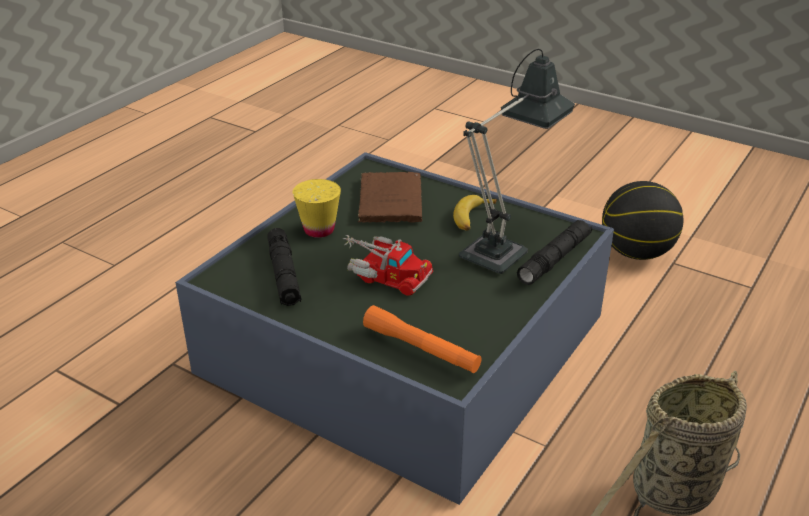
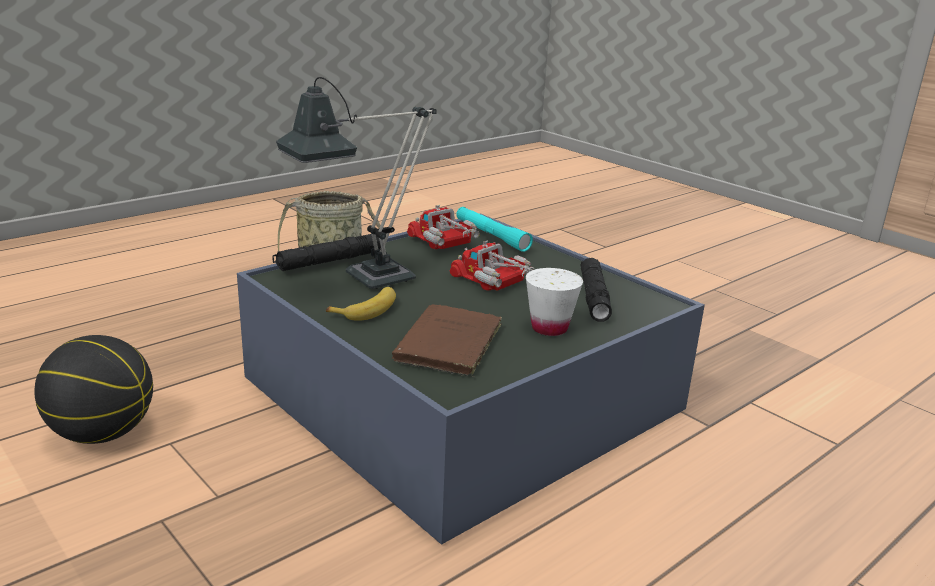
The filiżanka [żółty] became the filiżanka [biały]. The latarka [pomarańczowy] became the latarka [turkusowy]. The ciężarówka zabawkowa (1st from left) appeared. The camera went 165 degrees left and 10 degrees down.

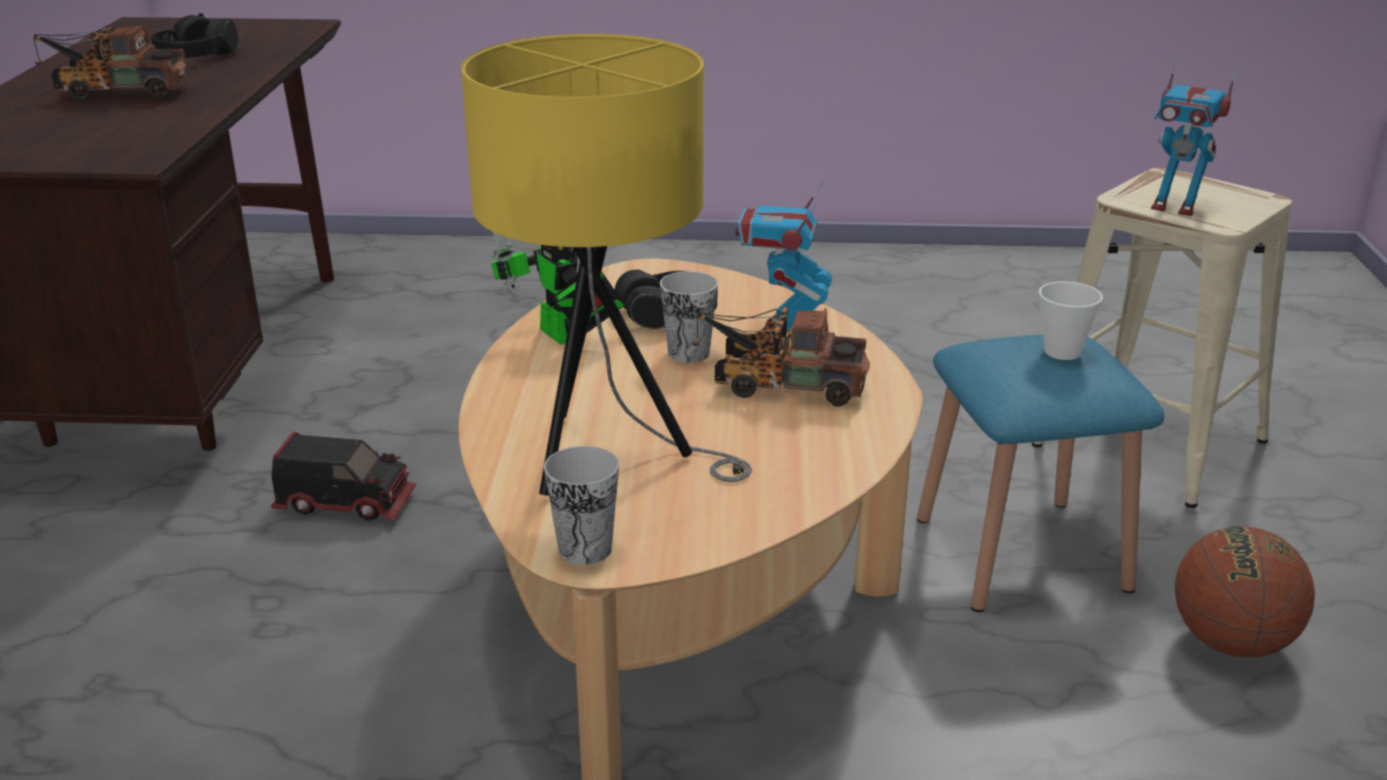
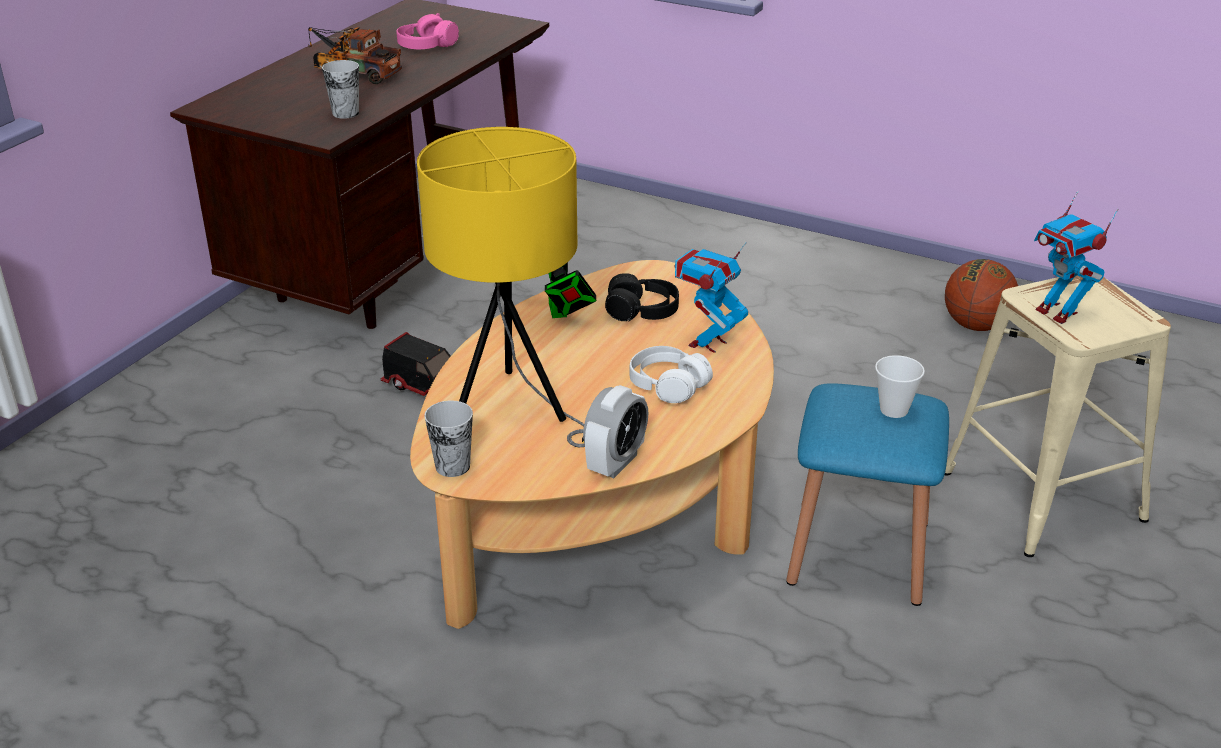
The słuchawki [czarny] (1st from left) became the słuchawki [różowy]. The filiżanka (2nd from left in the first image) moved. The ciężarówka zabawkowa (3rd from left) was replaced by the słuchawki [biały]. The piłka do koszykówki moved. The budzik appeared. The camera went 25 degrees right and 5 degrees up.

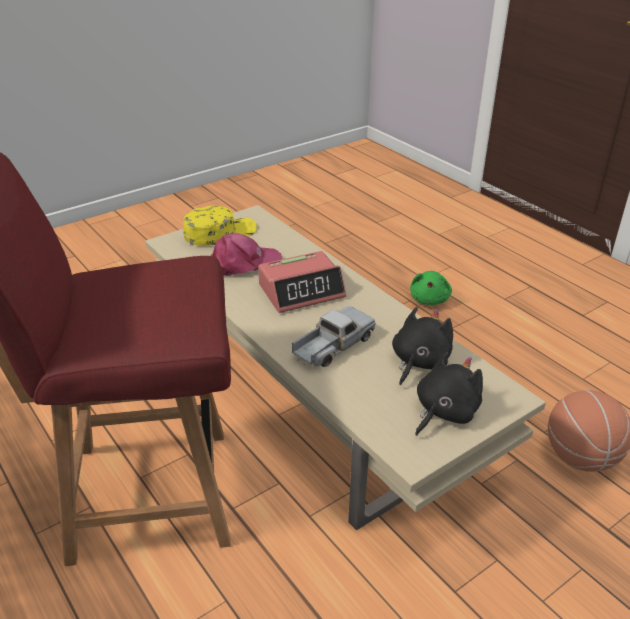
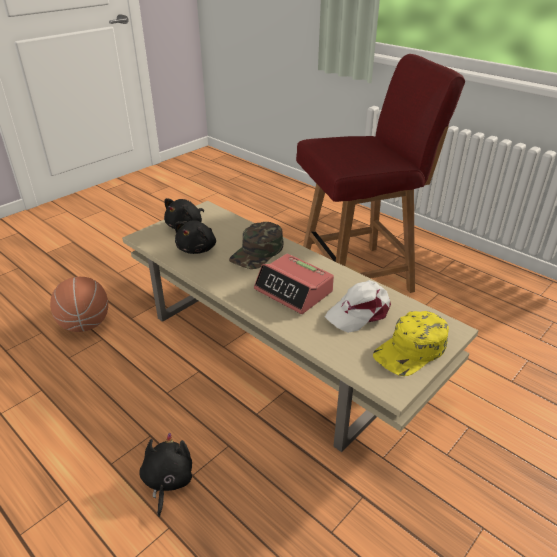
The czapka z daszkiem [różowy] became the czapka z daszkiem [biały]. The budzik turned 105 degrees counterclockwise. The pluszak [zielony] became the pluszak [czarny] (1st from left). The ciężarówka zabawkowa was replaced by the czapka z daszkiem [zielony]. The camera went 170 degrees right and 0 degrees up.

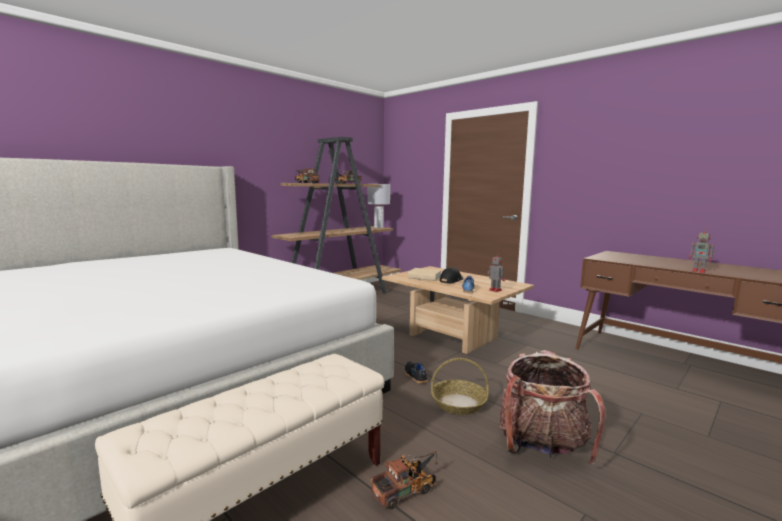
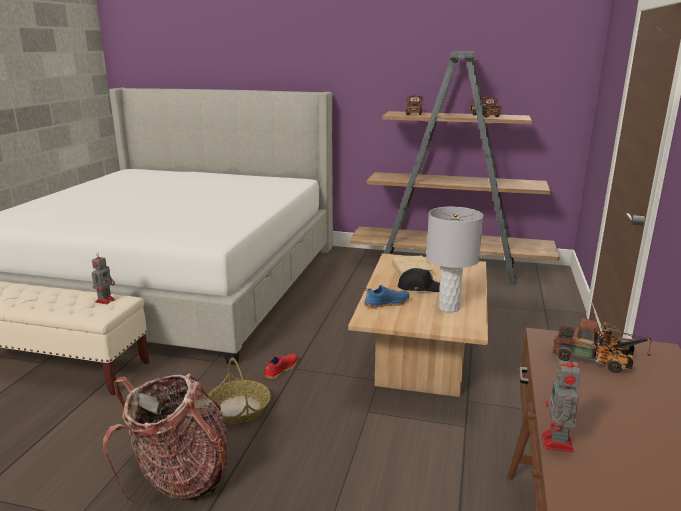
The lampa stołowa [szary] moved. The robot zabawkowy (1st from left) moved. The but [czarny] became the but [czerwony]. The ciężarówka zabawkowa (3rd from left) moved. The camera went 60 degrees right and 10 degrees up.

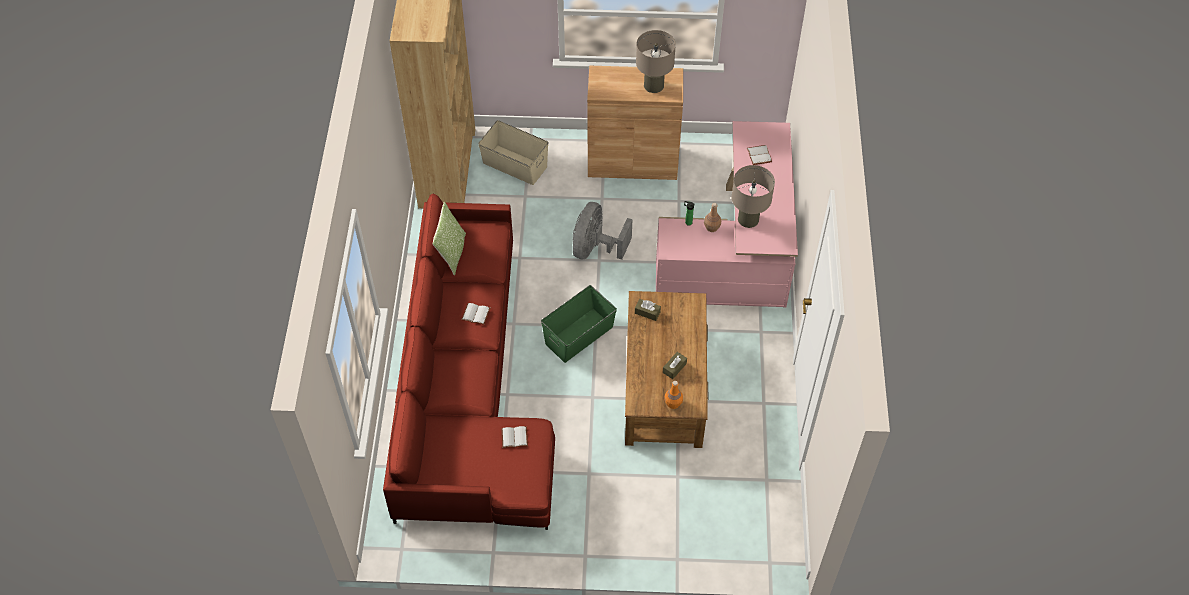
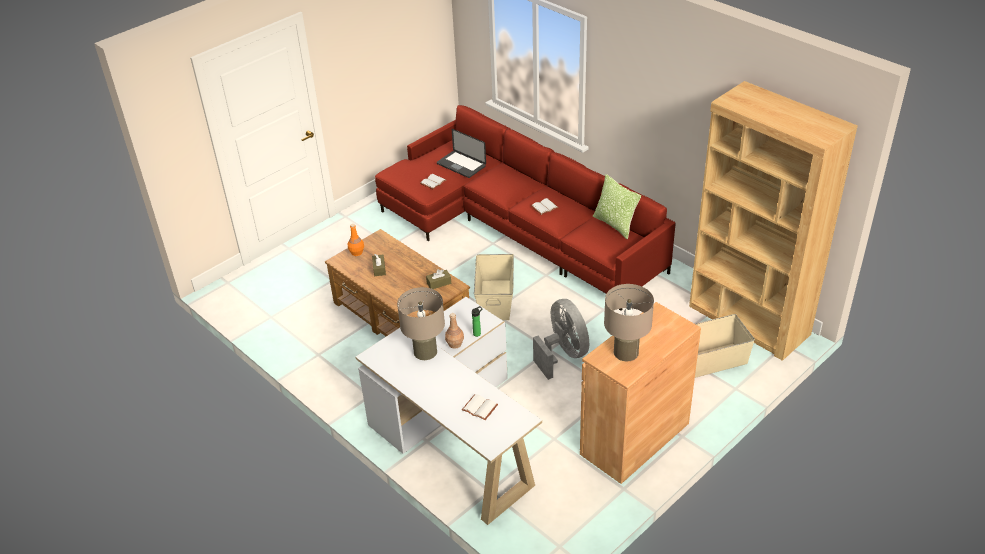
The biurko [różowy] became the biurko [biały]. The pojemnik do przechowywania [zielony] became the pojemnik do przechowywania [beżowy] (1st from left). The laptop appeared. The camera went 135 degrees right and 15 degrees down.

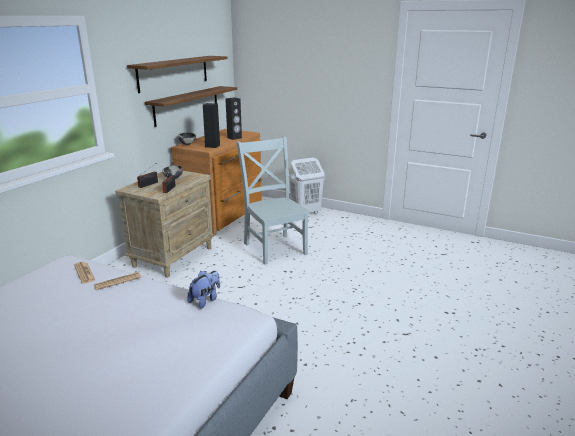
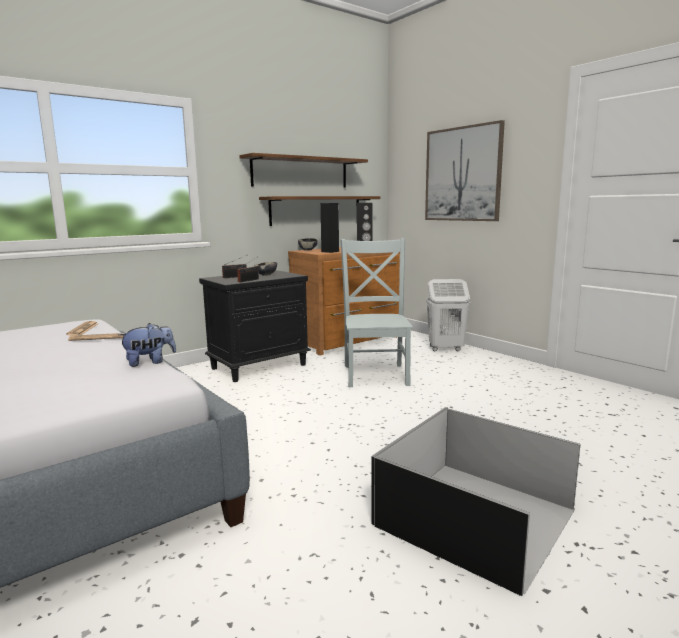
The szafka nocna [beżowy] became the szafka nocna [czarny]. The obraz appeared. The pojemnik do przechowywania [czarny] appeared. The camera went 25 degrees right and 10 degrees down.

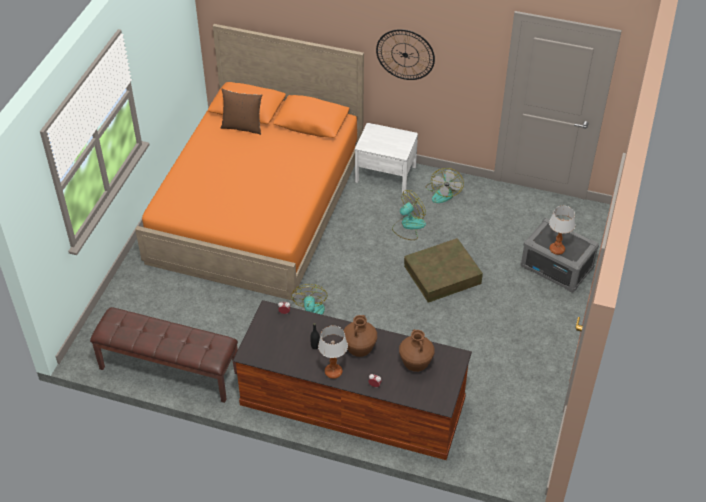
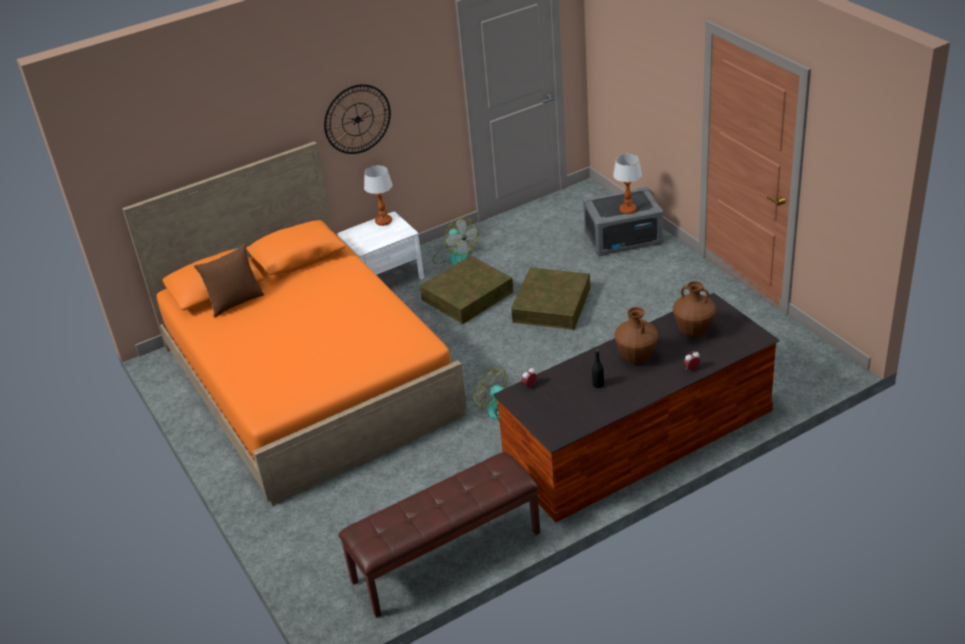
The wentylator (2nd from left) was replaced by the pojemnik do przechowywania [brązowy] (1st from left). The lampa stołowa (1st from left) moved. The camera went 45 degrees left and 10 degrees down.

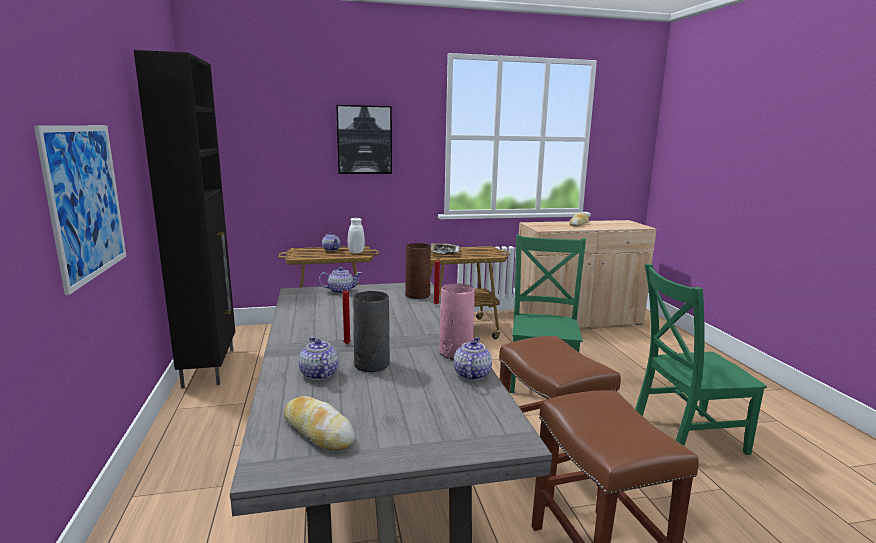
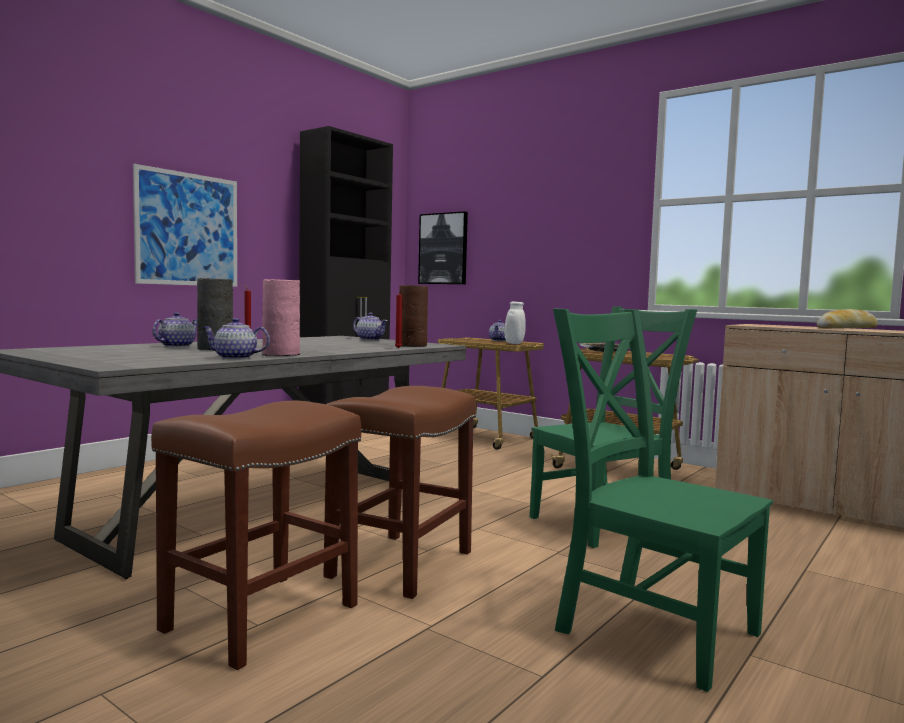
The obraz (2nd from left) moved. The imbryk (4th from left in the first image) turned 150 degrees counterclockwise. The chleb (1st from left) disappeared. The camera went 50 degrees right and 10 degrees down.

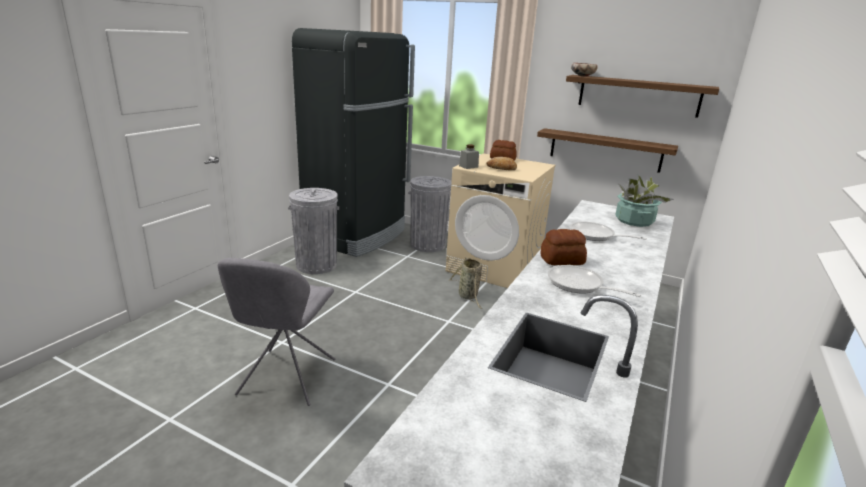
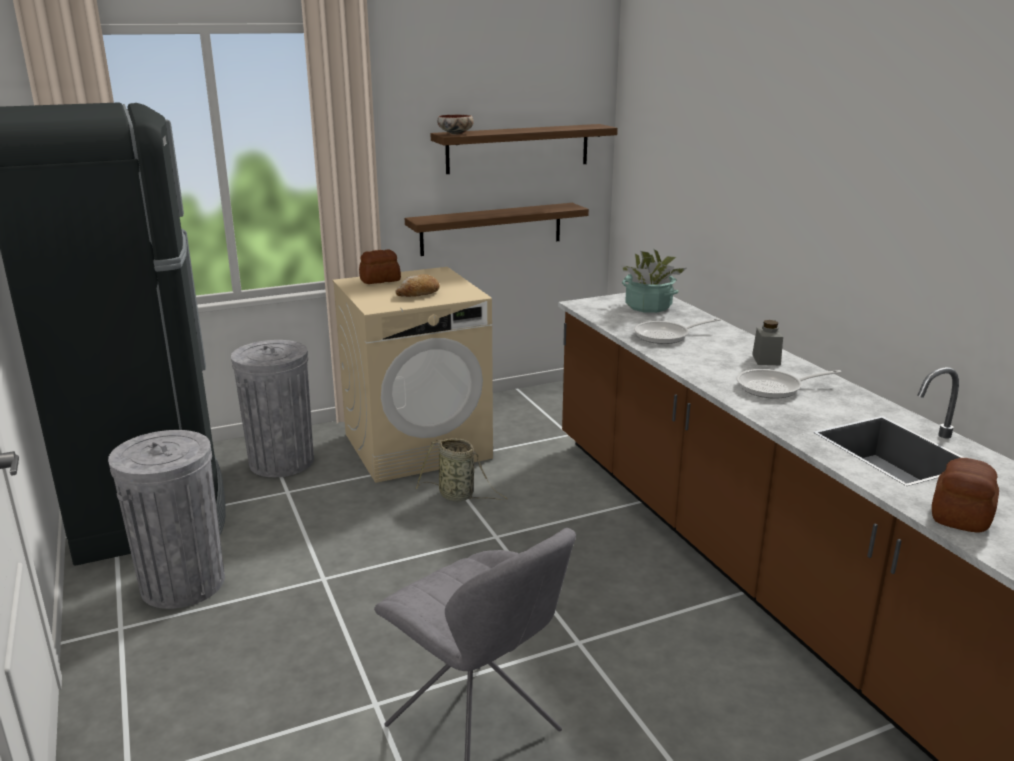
The słoik [szary] moved. The chleb (3rd from left) moved. The camera went 50 degrees left and 0 degrees up.

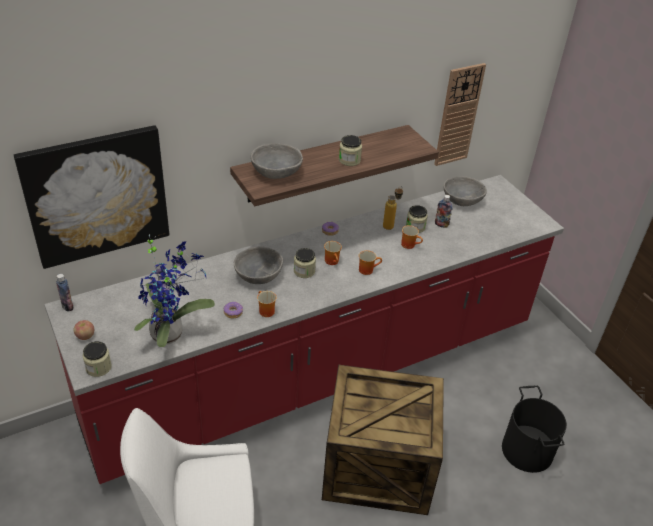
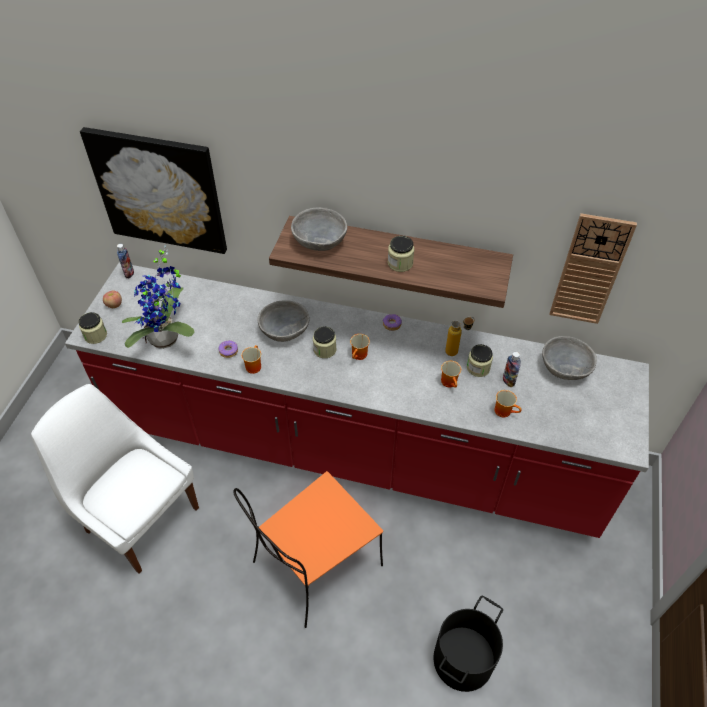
The kubek (3rd from left in the first image) moved. The skrzynka was replaced by the krzesło [pomarańczowy]. The camera went 45 degrees right and 10 degrees up.

